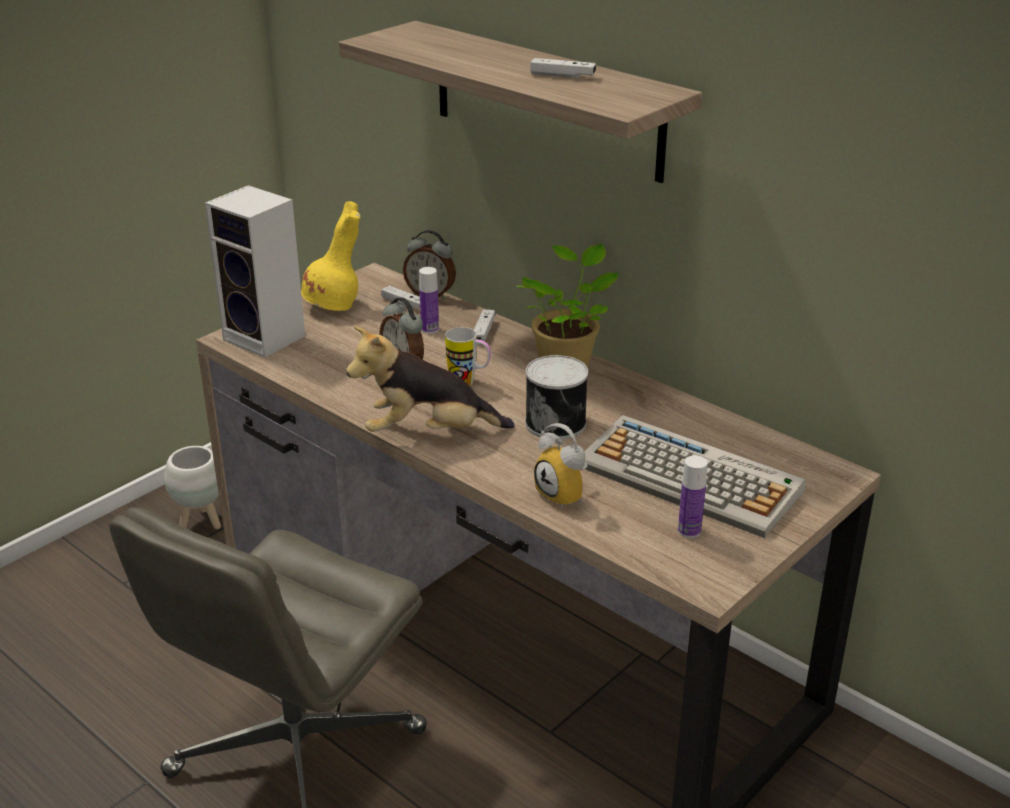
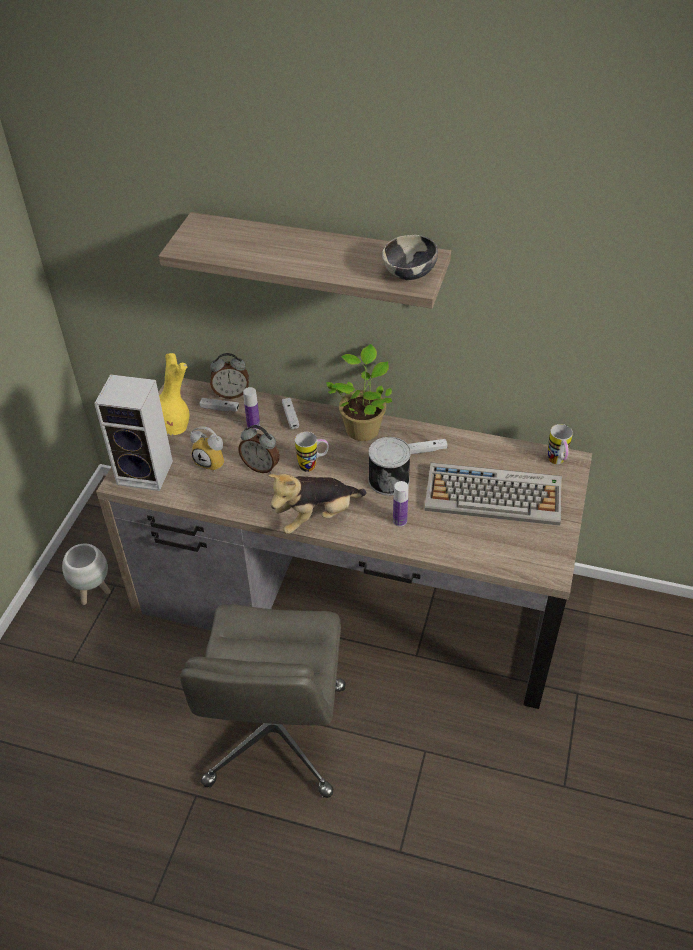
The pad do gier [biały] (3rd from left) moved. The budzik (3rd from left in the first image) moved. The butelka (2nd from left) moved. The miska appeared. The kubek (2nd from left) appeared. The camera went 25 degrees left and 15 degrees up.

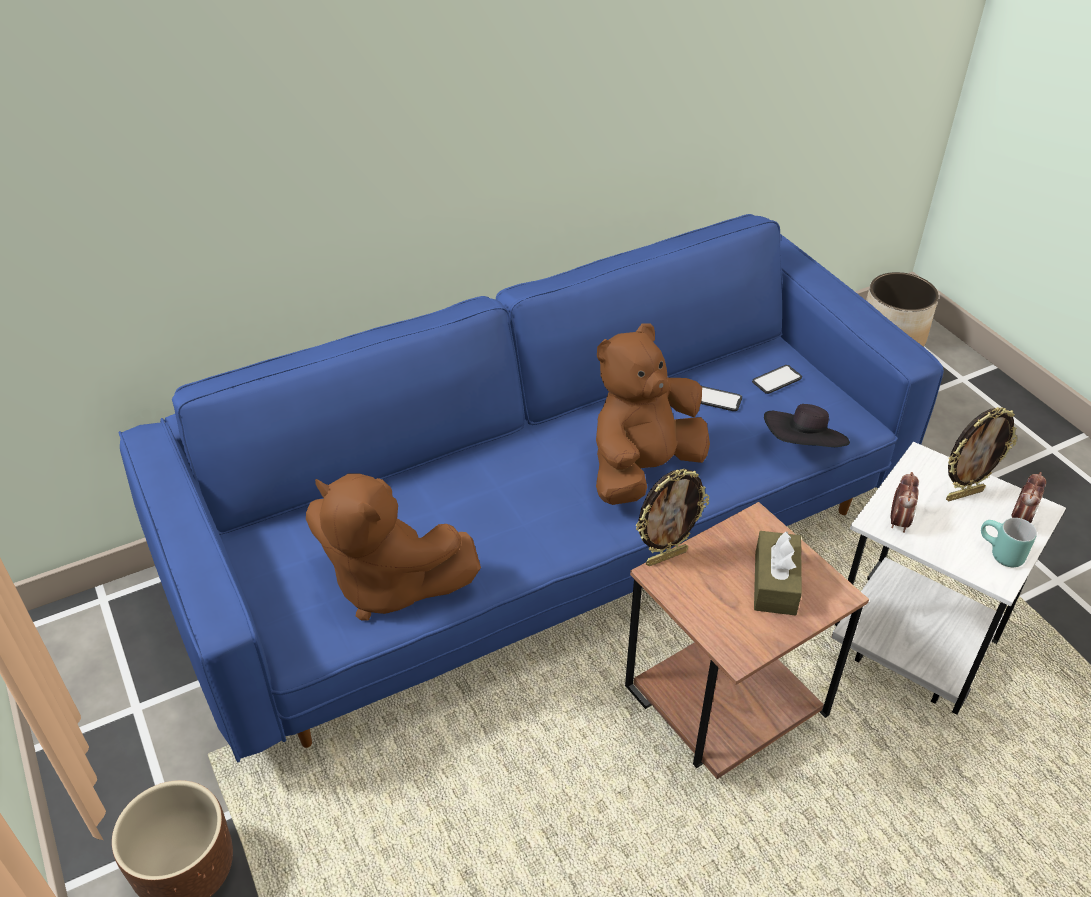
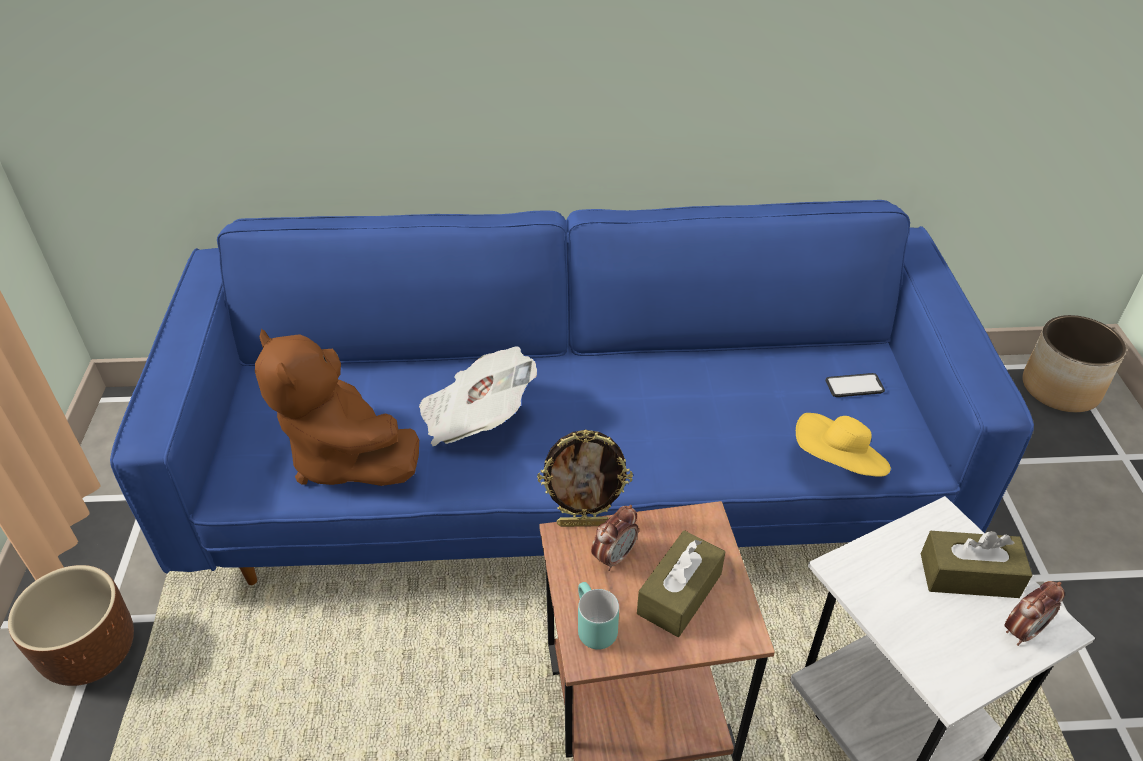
The pluszak [brązowy] (2nd from left) disappeared. The telefon (1st from left) disappeared. The kapelusz [czarny] became the kapelusz [żółty]. The ramka na zdjęcie (2nd from left) was replaced by the pudełko chusteczek [brązowy] (2nd from left). The budzik (1st from left) moved. The kubek [turkusowy] moved. The gazeta appeared. The camera went 25 degrees right and 0 degrees up.

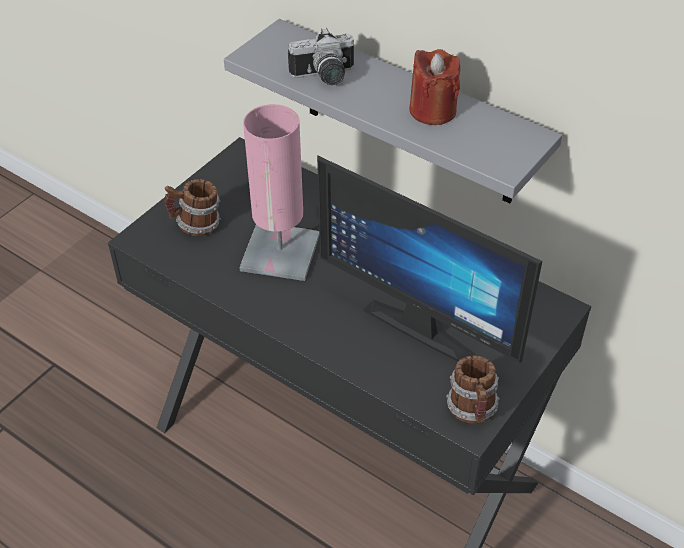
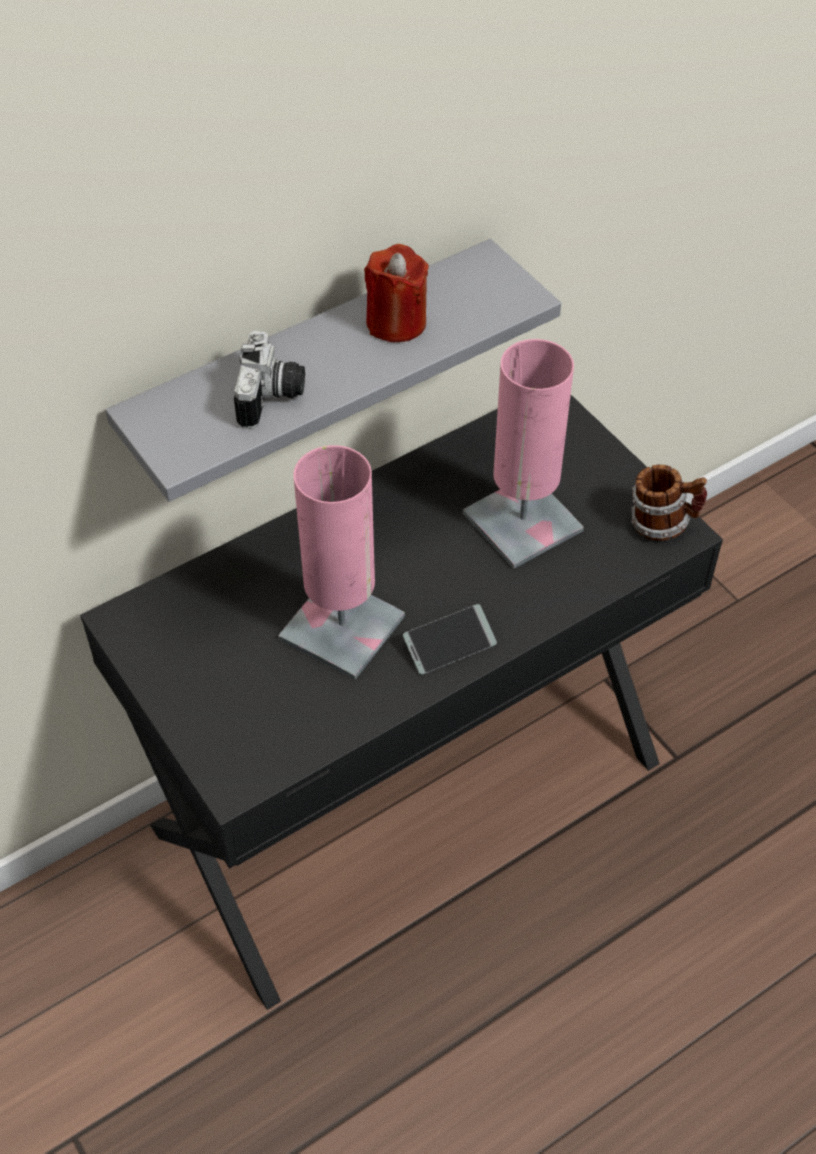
The monitor was replaced by the lampa stołowa [różowy] (2nd from left). The kubek (1st from left) disappeared. The telefon appeared. The camera went 70 degrees left and 5 degrees up.

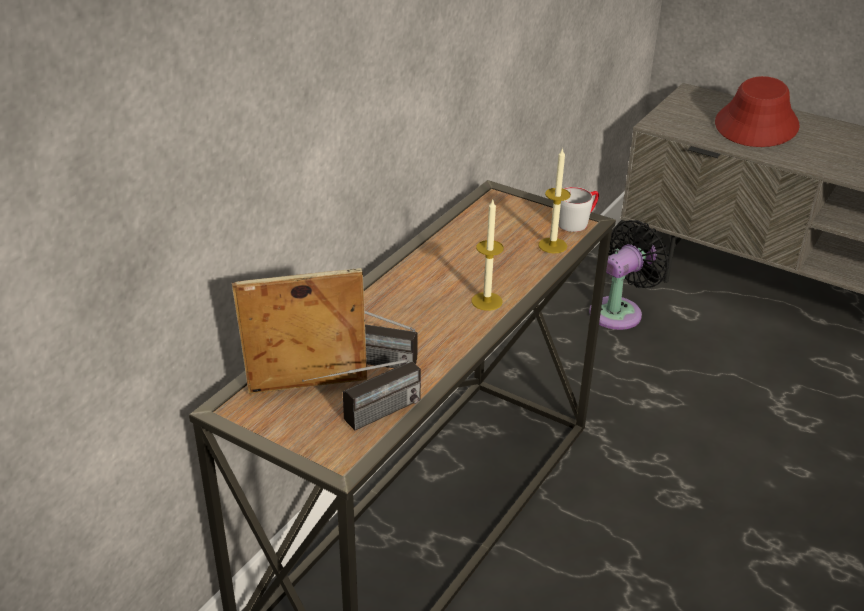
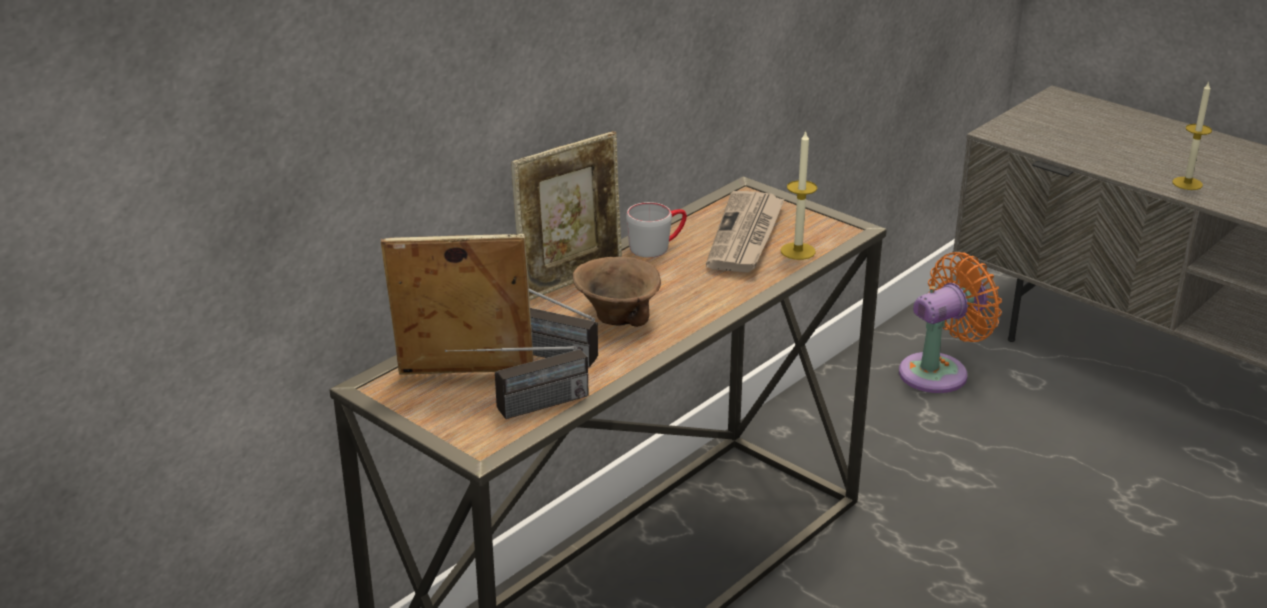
The kapelusz [czerwony] disappeared. The kubek [szary] moved. The świeca (1st from left in the first image) moved. The wentylator [czarny] became the wentylator [pomarańczowy]. The ramka na zdjęcie (2nd from left) appeared. The gazeta appeared. The miska [brązowy] appeared. The camera went 10 degrees right and 5 degrees down.

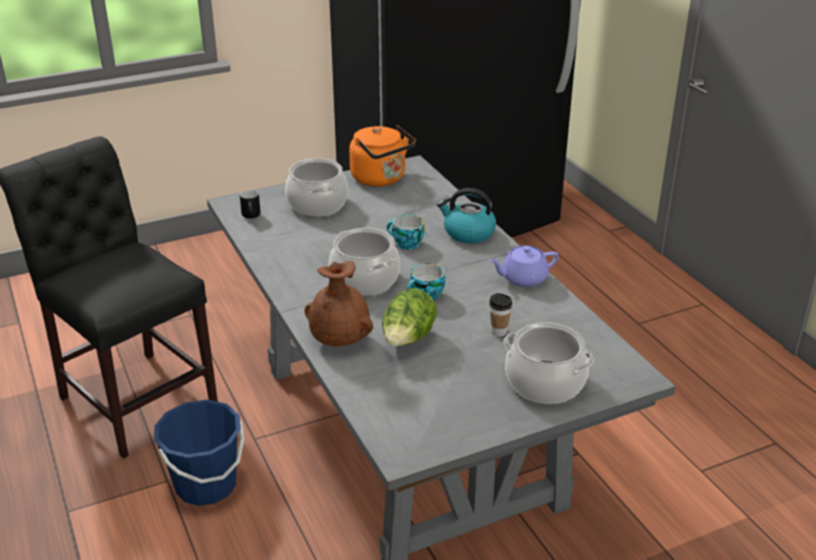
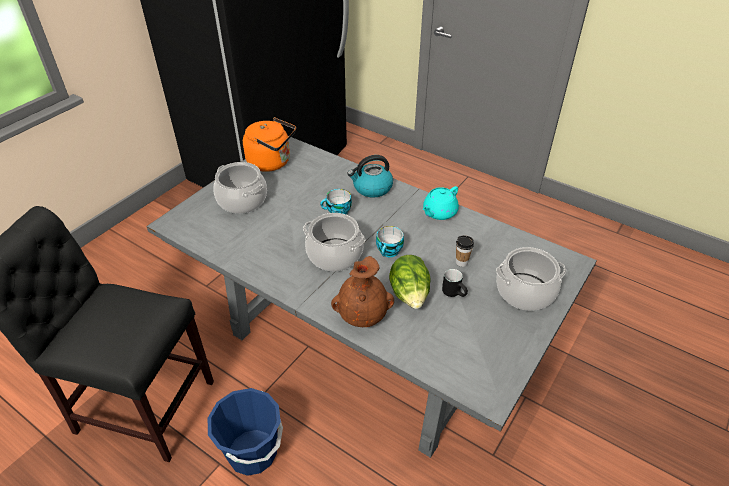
The kubek [czarny] moved. The imbryk [fioletowy] became the imbryk [turkusowy]. The camera went 30 degrees left and 10 degrees up.

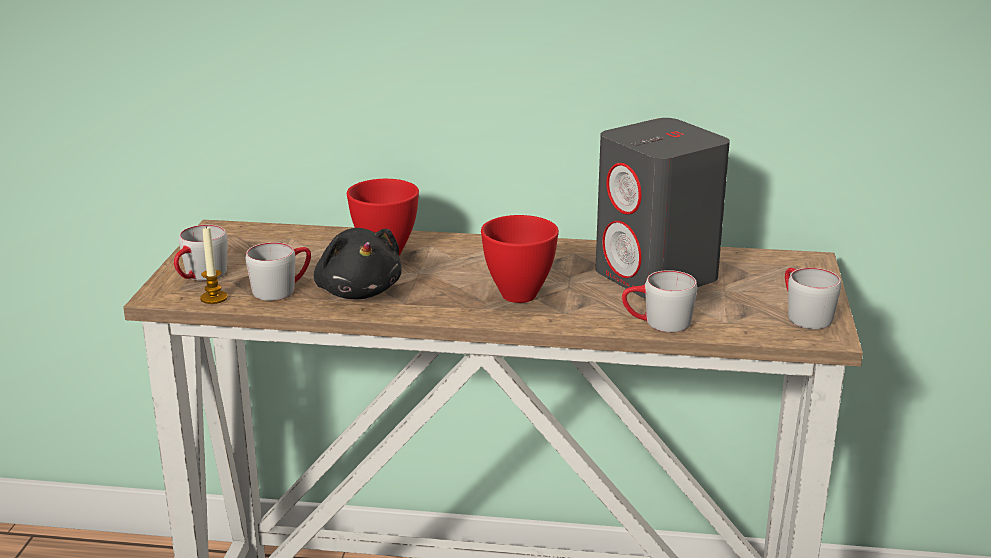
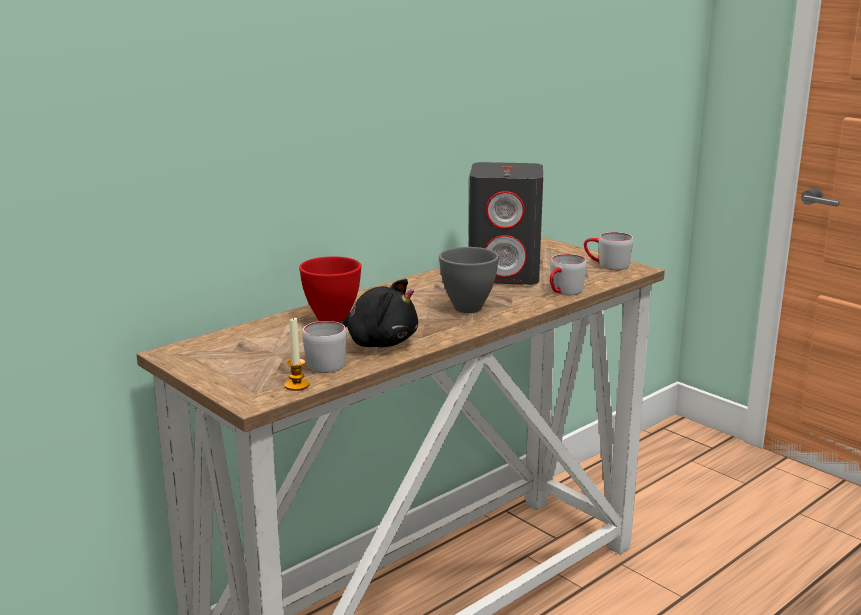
The miska [czerwony] (2nd from left) became the miska [szary]. The kubek [szary] (1st from left) disappeared. The camera went 50 degrees left and 5 degrees down.

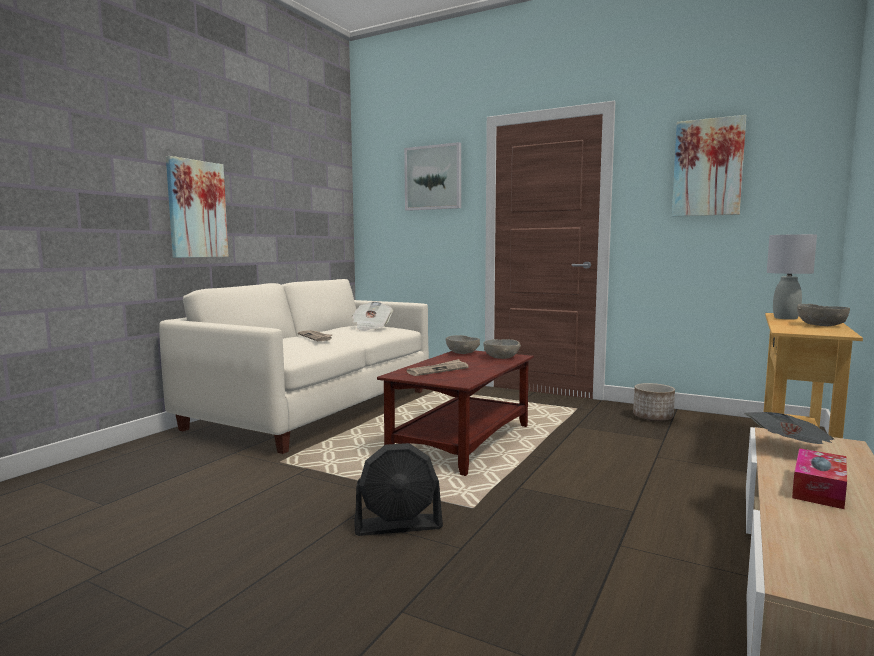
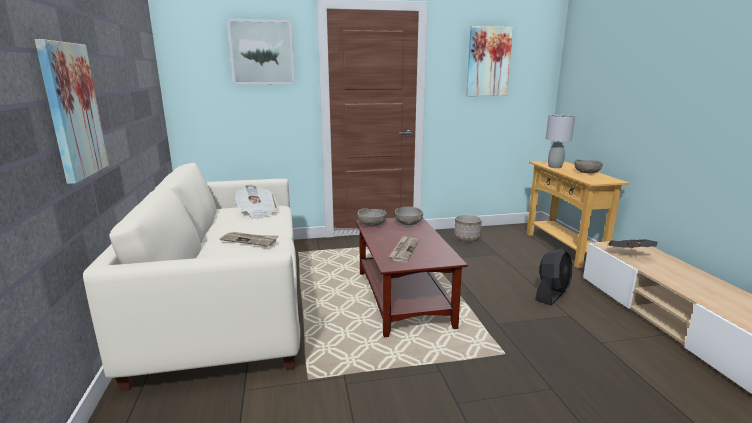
The wentylator [czarny] moved. The pudełko chusteczek disappeared. The camera went 40 degrees left and 10 degrees up.

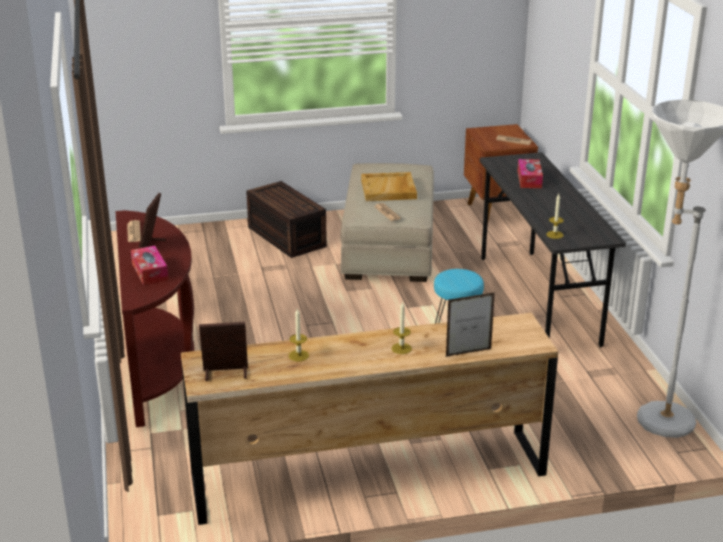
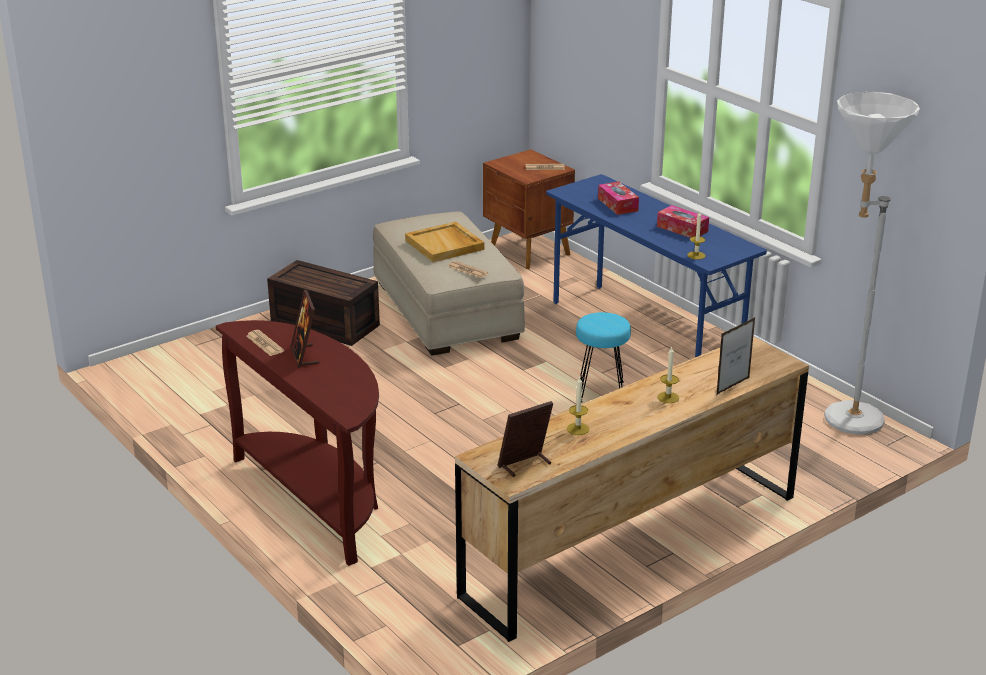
The biurko [szary] became the biurko [niebieski]. The pudełko chusteczek (1st from left in the first image) moved. The camera went 25 degrees left and 0 degrees up.

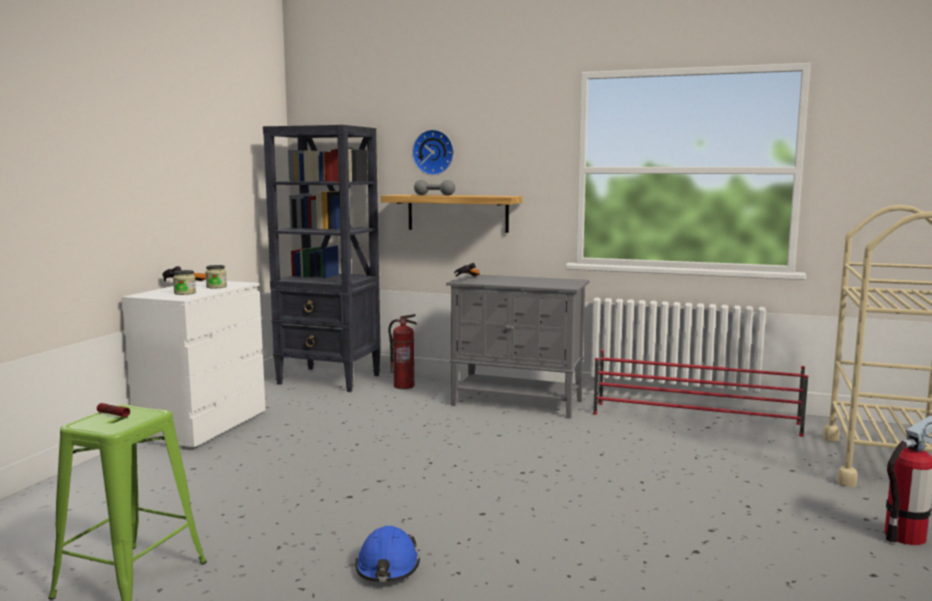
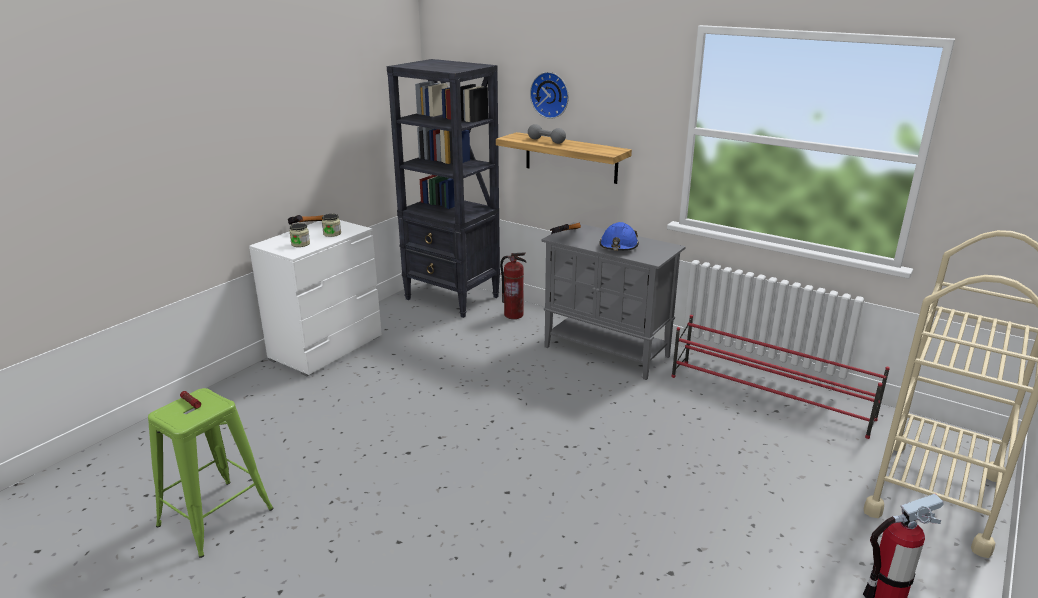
The kask [niebieski] moved. The camera went 15 degrees right and 15 degrees up.

